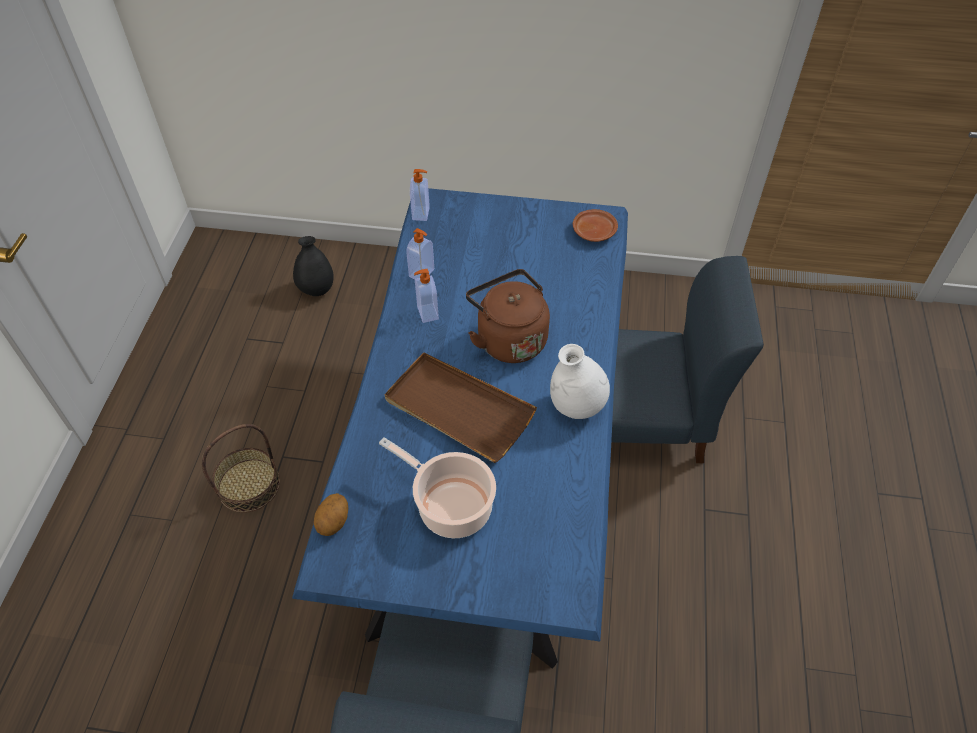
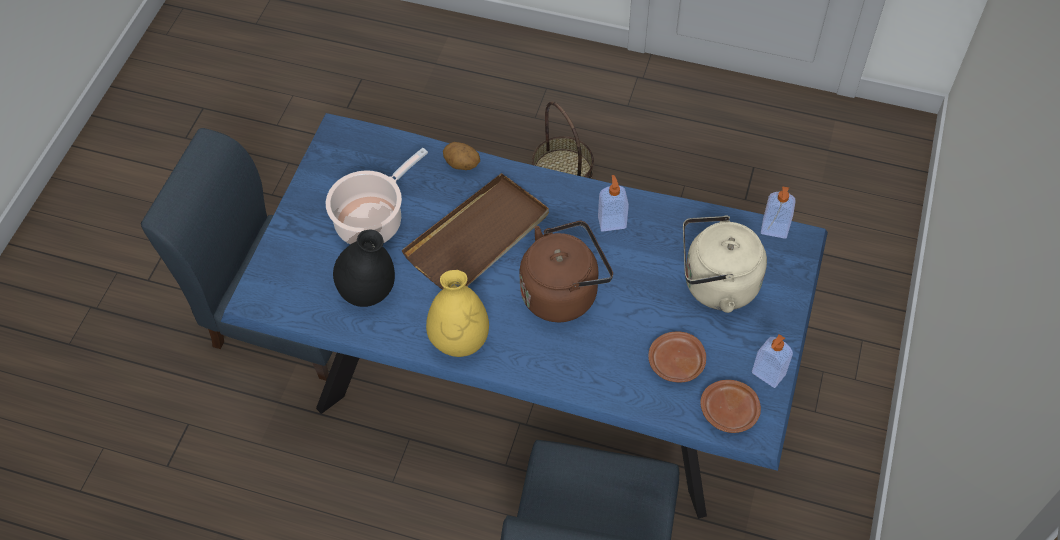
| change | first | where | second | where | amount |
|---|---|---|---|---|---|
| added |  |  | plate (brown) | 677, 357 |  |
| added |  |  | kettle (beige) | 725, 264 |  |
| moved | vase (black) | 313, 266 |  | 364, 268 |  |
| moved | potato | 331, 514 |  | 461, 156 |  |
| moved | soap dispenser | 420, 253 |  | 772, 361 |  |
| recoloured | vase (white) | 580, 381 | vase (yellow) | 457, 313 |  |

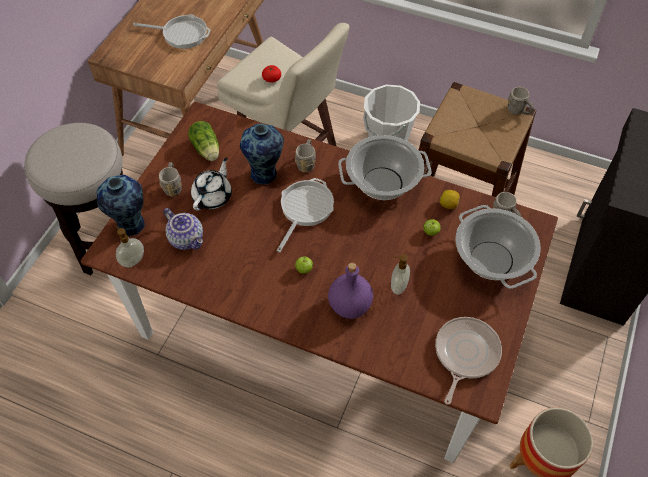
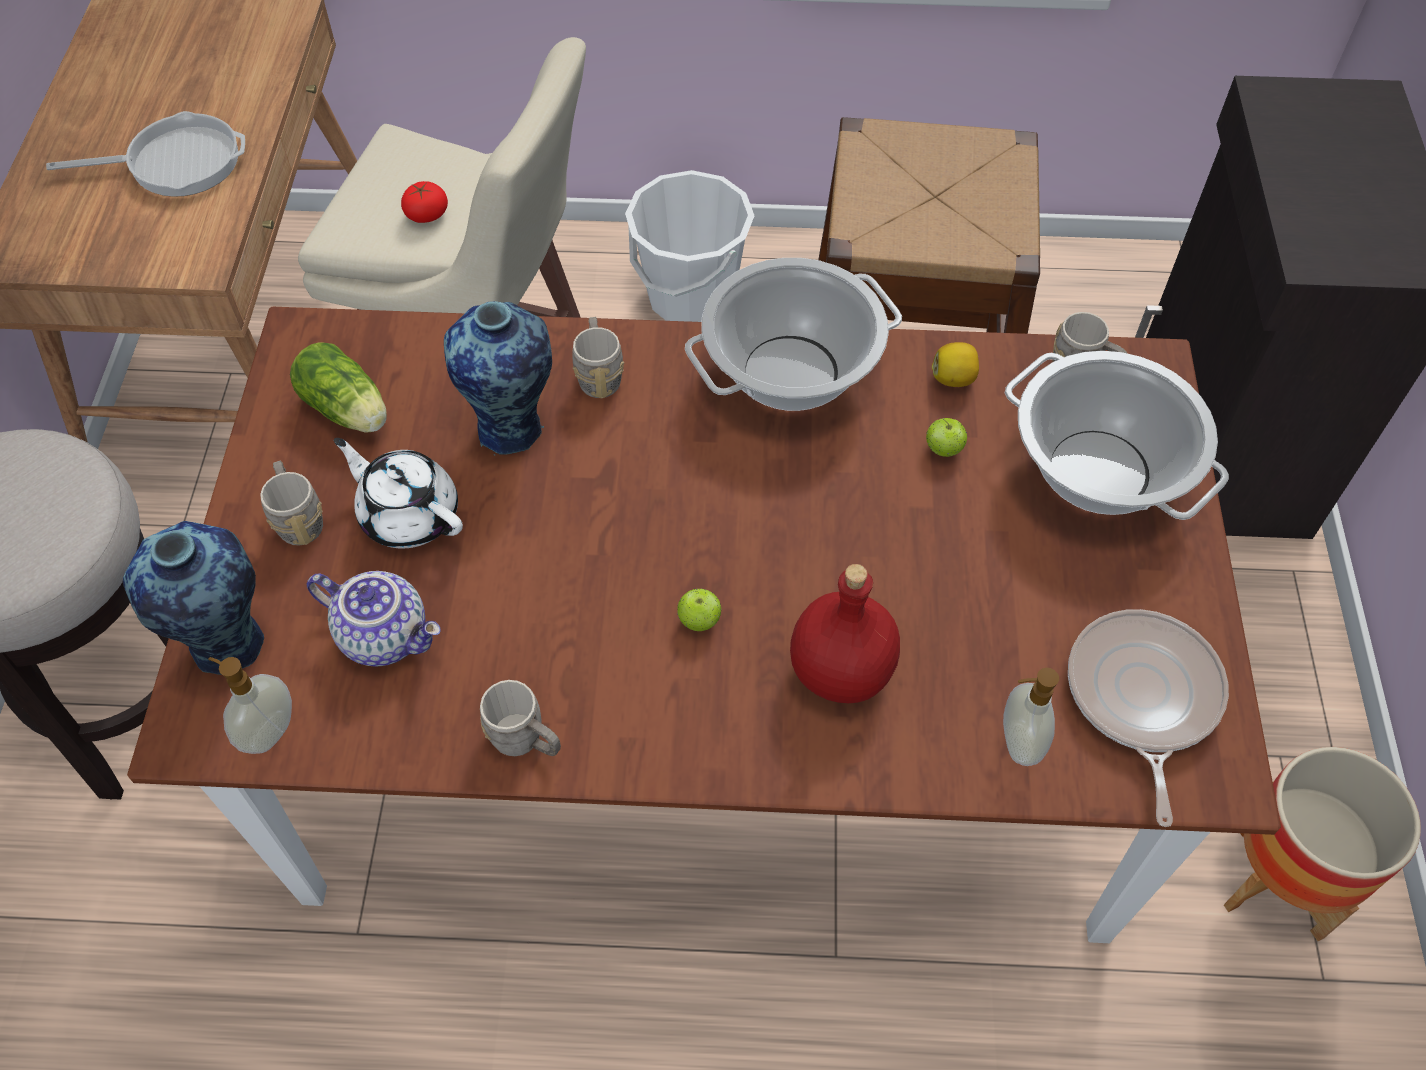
| change | first | where | second | where | amount |
|---|---|---|---|---|---|
| removed | frying pan | 305, 215 |  |  |  |
| moved | soap dispenser | 400, 274 |  | 1031, 717 |  |
| moved | mug (grey) | 521, 101 |  | 520, 718 |  |
| recoloured | bottle (purple) | 350, 290 | bottle (red) | 845, 633 |  |
| turned | teapot (white) | 211, 183 |  | 398, 493 | 60 degrees counterclockwise |

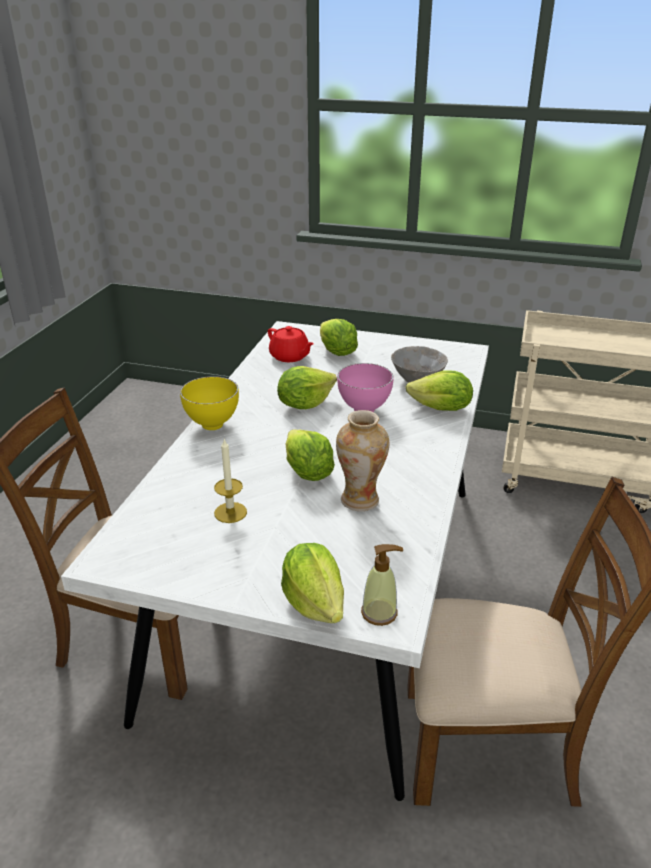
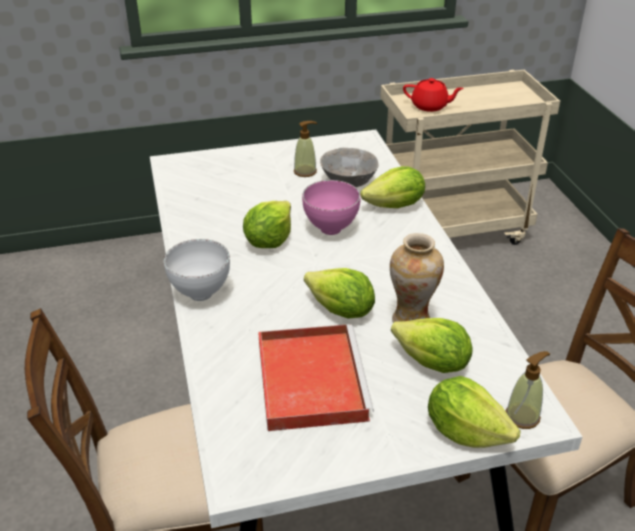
| change | first | where | second | where | amount |
|---|---|---|---|---|---|
| added |  |  | soap dispenser | 305, 149 |  |
| moved | teapot (red) | 291, 344 |  | 433, 95 |  |
| moved | lettuce | 339, 337 |  | 431, 345 |  |
| replaced | candle | 230, 481 | tray (red) | 316, 377 |  |
| recoloured | bowl (yellow) | 209, 403 | bowl (white) | 197, 270 |  |

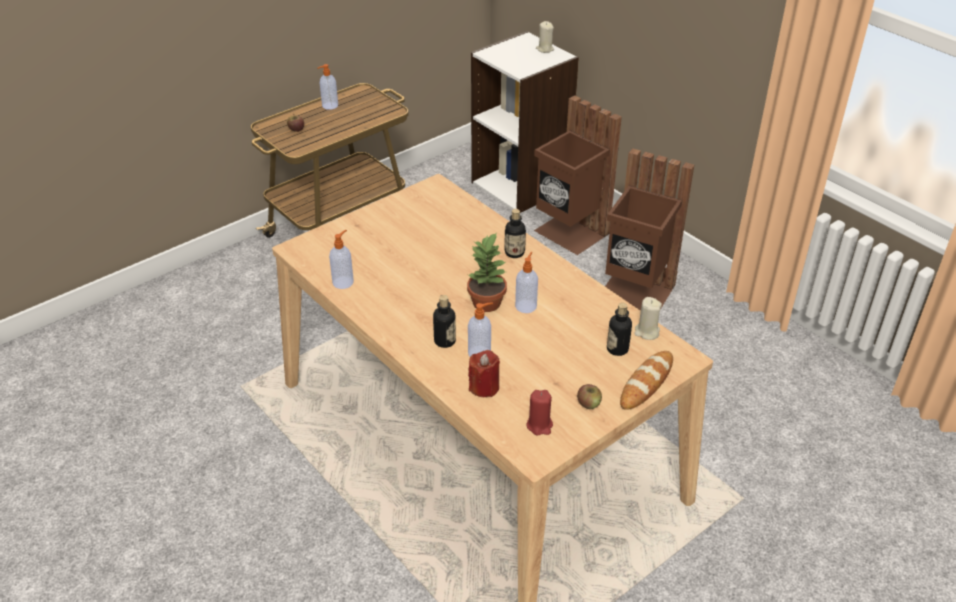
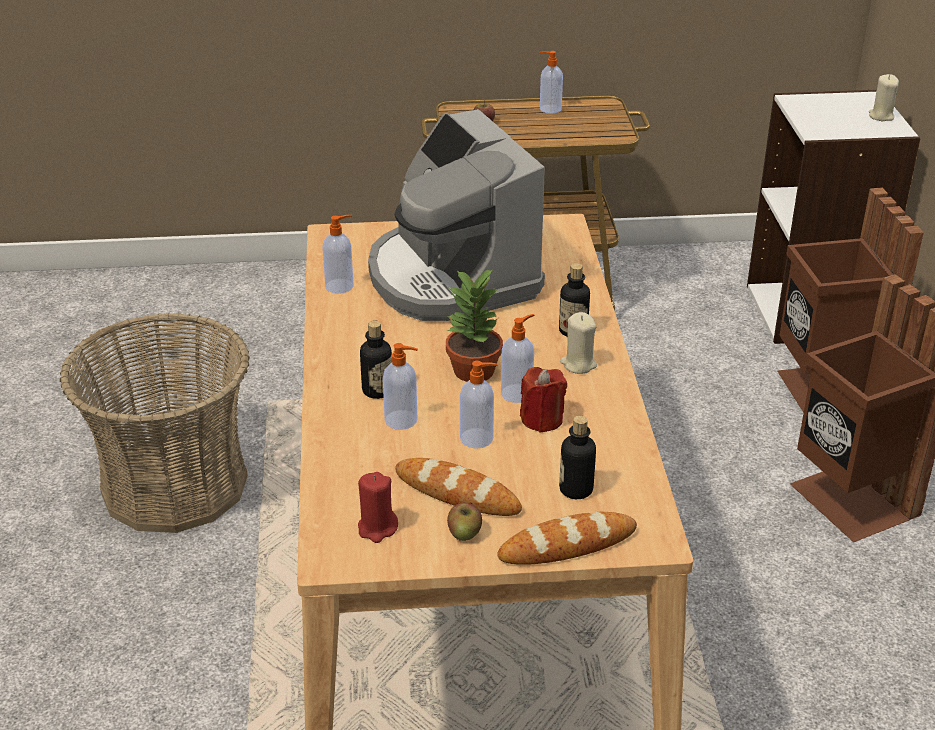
| change | first | where | second | where | amount |
|---|---|---|---|---|---|
| added |  |  | basket | 155, 423 |  |
| added |  |  | coffee machine | 456, 215 |  |
| added |  |  | bread | 458, 487 |  |
| added |  |  | soap dispenser | 479, 405 |  |
| moved | candle (red) | 484, 373 |  | 543, 400 |  |
| moved | candle (beige) | 648, 318 |  | 578, 343 |  |

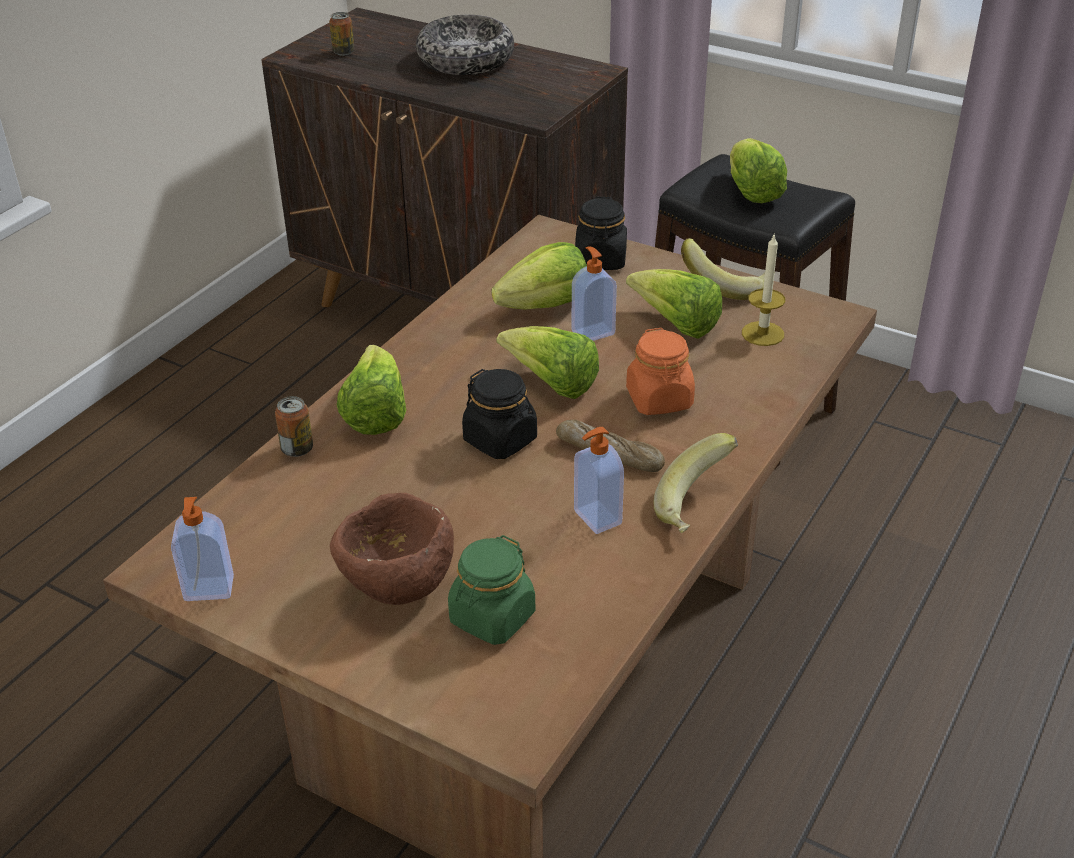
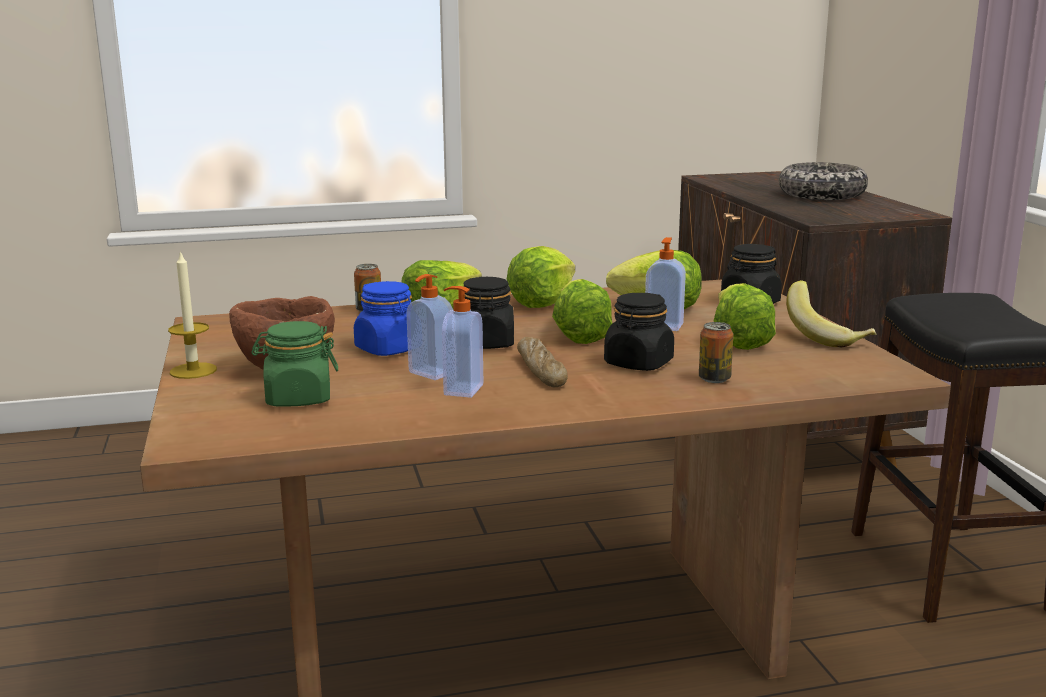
| change | first | where | second | where | amount |
|---|---|---|---|---|---|
| removed | banana | 696, 483 |  |  |  |
| added |  |  | jar (blue) | 383, 318 |  |
| moved | soap dispenser | 202, 549 |  | 429, 327 |  |
| moved | can | 341, 34 |  | 716, 352 |  |
| moved | lettuce | 758, 170 |  | 541, 277 |  |
| moved | candle | 763, 290 |  | 192, 314 |  |
| recoloured | jar (orange) | 660, 371 | jar (black) | 639, 332 |  |

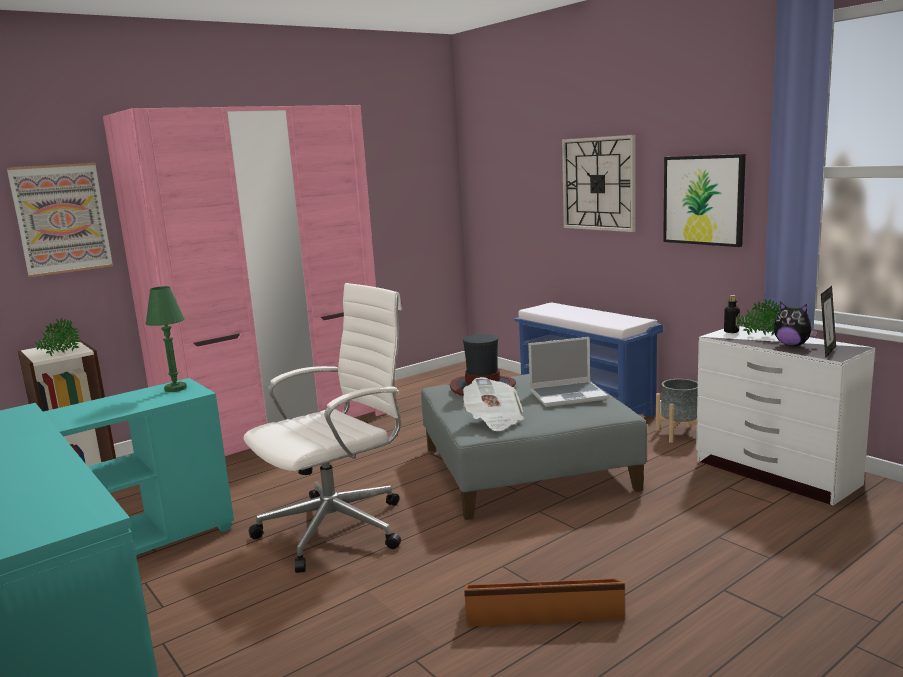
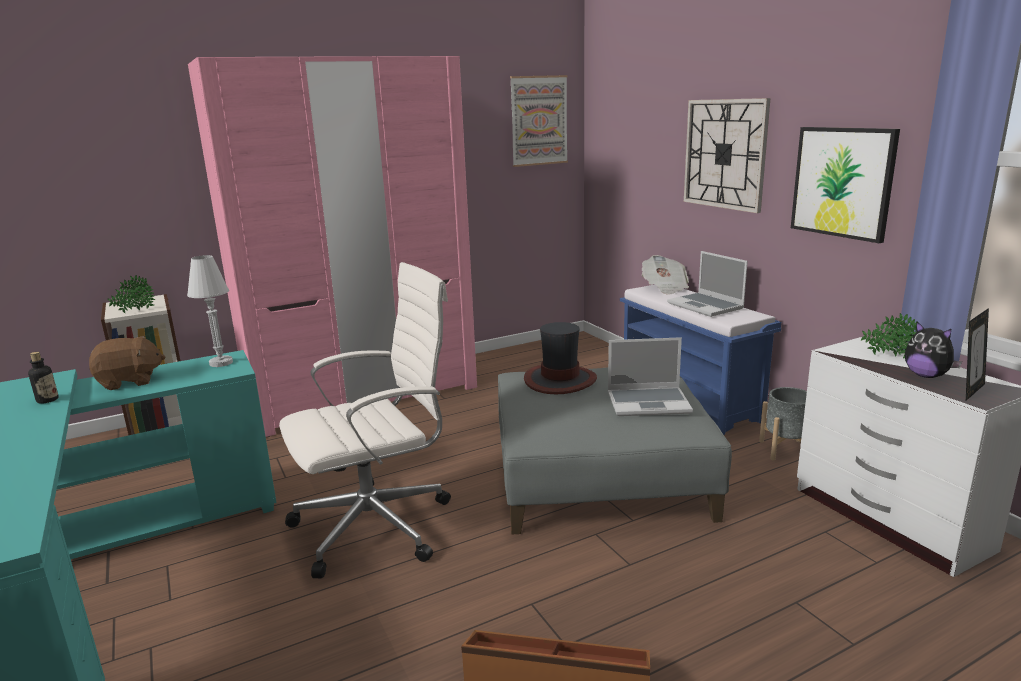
| change | first | where | second | where | amount |
|---|---|---|---|---|---|
| added |  |  | plush toy (brown) | 127, 363 |  |
| added |  |  | laptop | 707, 284 |  |
| moved | picture | 60, 220 |  | 539, 121 |  |
| moved | newspaper | 493, 404 |  | 665, 275 |  |
| moved | bottle | 732, 314 |  | 43, 378 |  |
| recoloured | table lamp (green) | 166, 339 | table lamp (white) | 210, 311 |  |

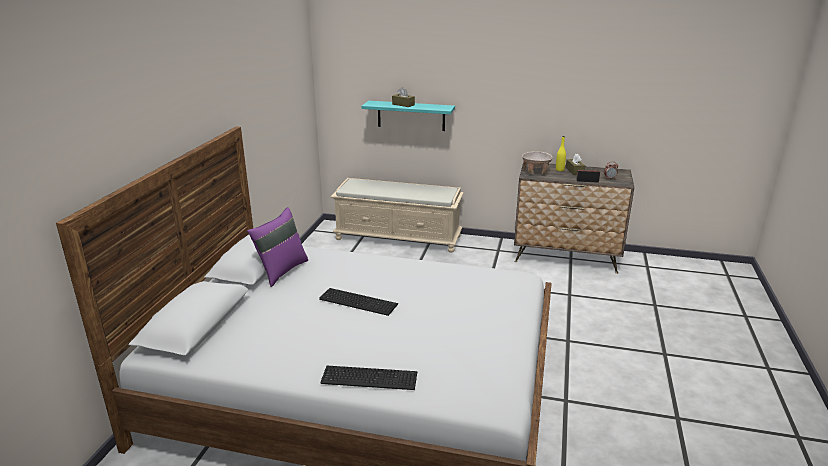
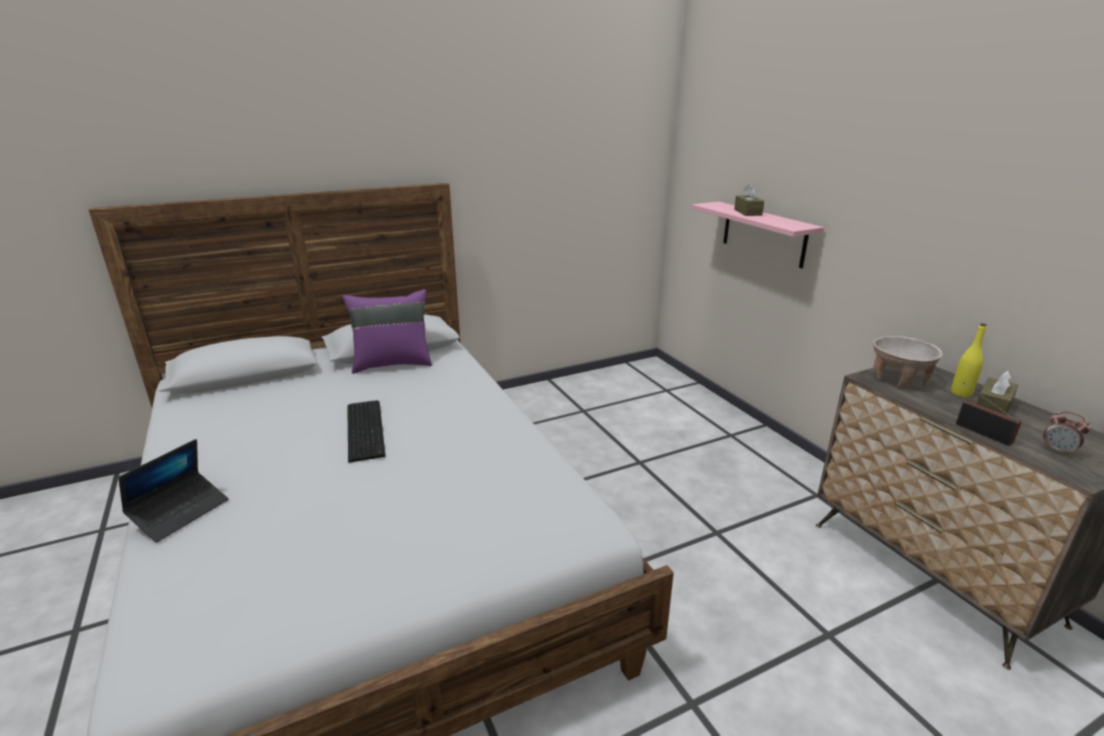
| change | first | where | second | where | amount |
|---|---|---|---|---|---|
| removed | bench (beige) | 397, 215 |  |  |  |
| replaced | keyboard | 369, 378 | laptop | 173, 490 |  |
| recoloured | shelf (turquoise) | 408, 116 | shelf (pink) | 758, 235 |  |

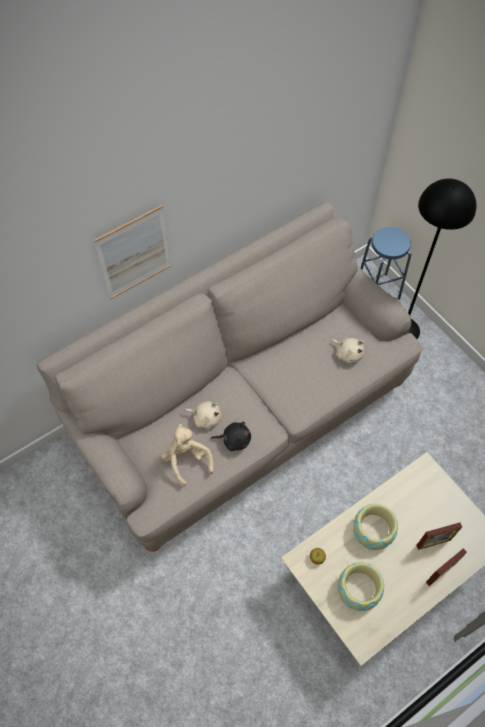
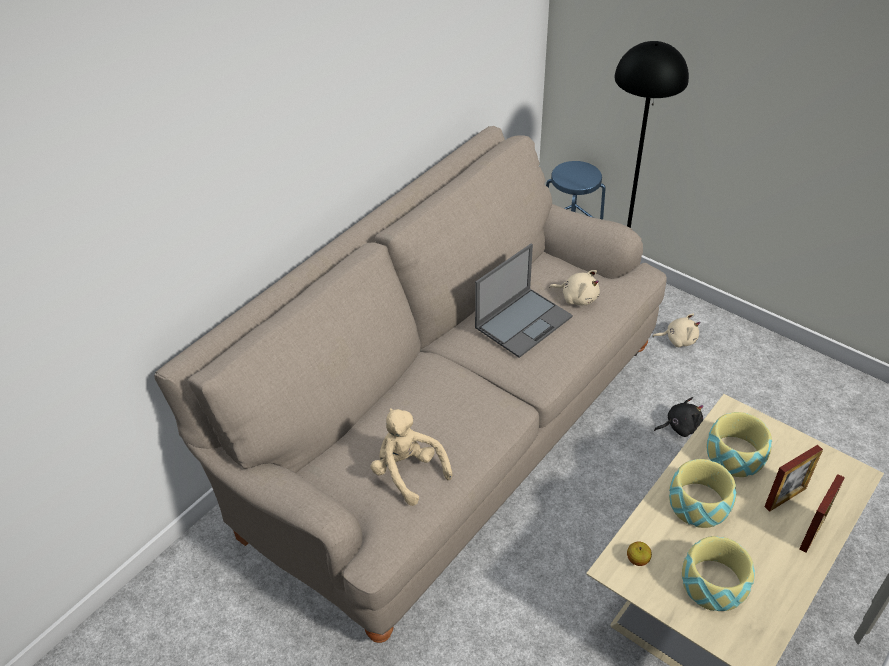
| change | first | where | second | where | amount |
|---|---|---|---|---|---|
| removed | picture | 132, 252 |  |  |  |
| added |  |  | laptop | 524, 300 |  |
| added |  |  | bowl | 739, 444 |  |
| moved | plush toy (beige) | 202, 415 |  | 676, 330 |  |
| moved | plush toy (black) | 231, 436 |  | 678, 417 |  |

